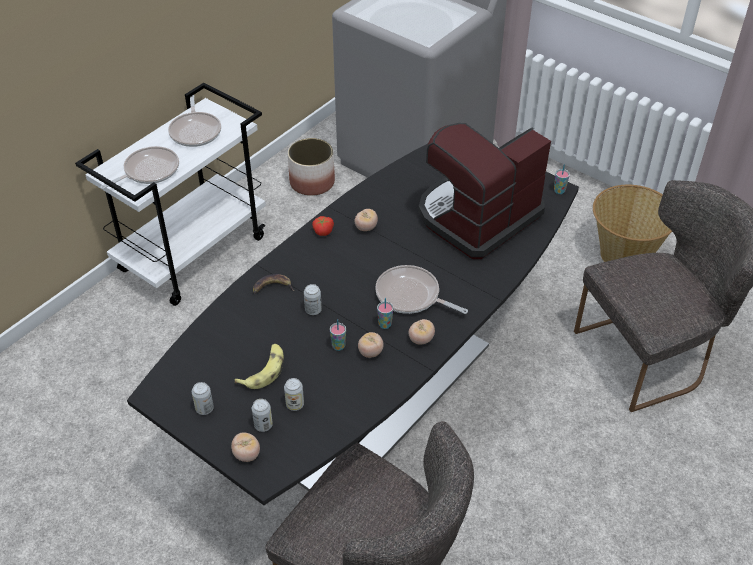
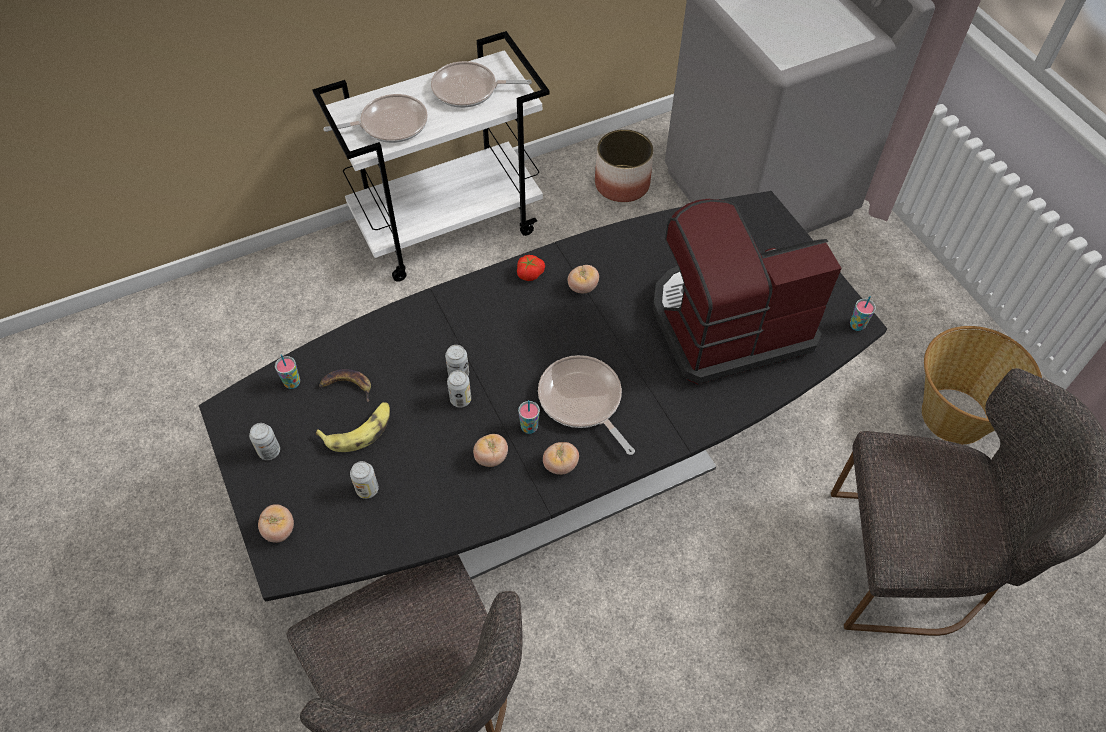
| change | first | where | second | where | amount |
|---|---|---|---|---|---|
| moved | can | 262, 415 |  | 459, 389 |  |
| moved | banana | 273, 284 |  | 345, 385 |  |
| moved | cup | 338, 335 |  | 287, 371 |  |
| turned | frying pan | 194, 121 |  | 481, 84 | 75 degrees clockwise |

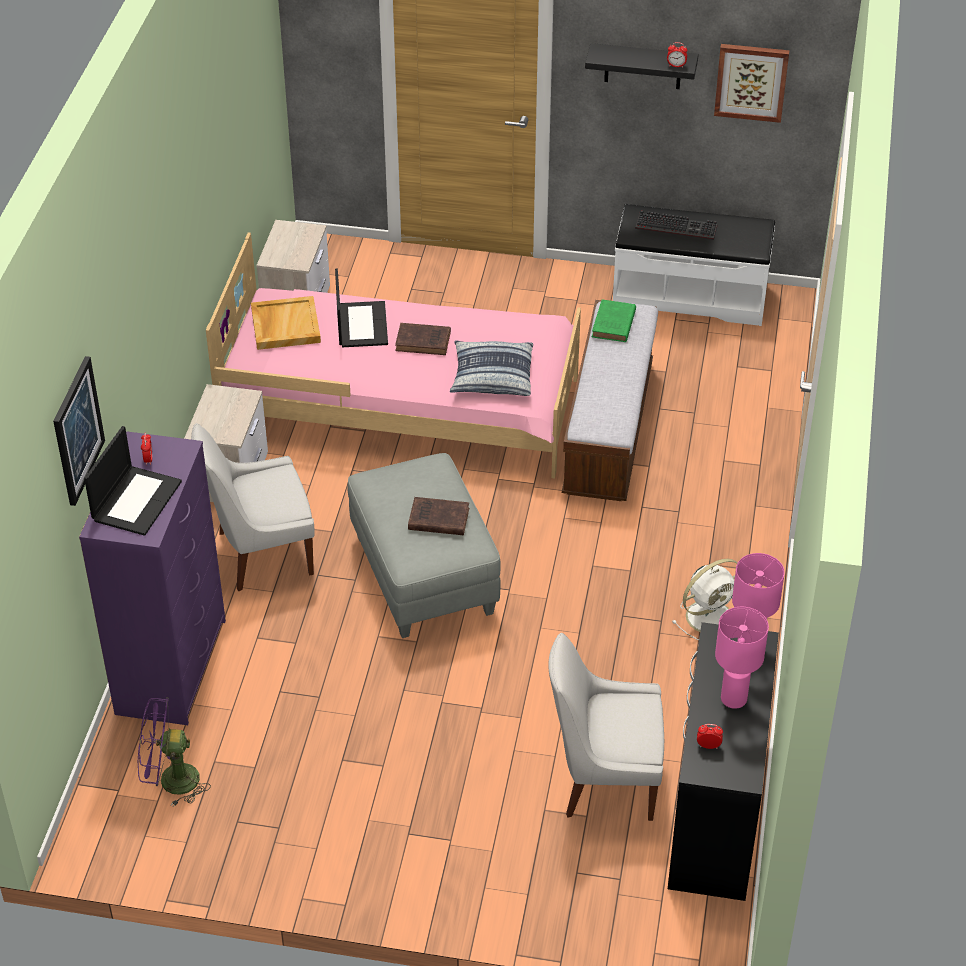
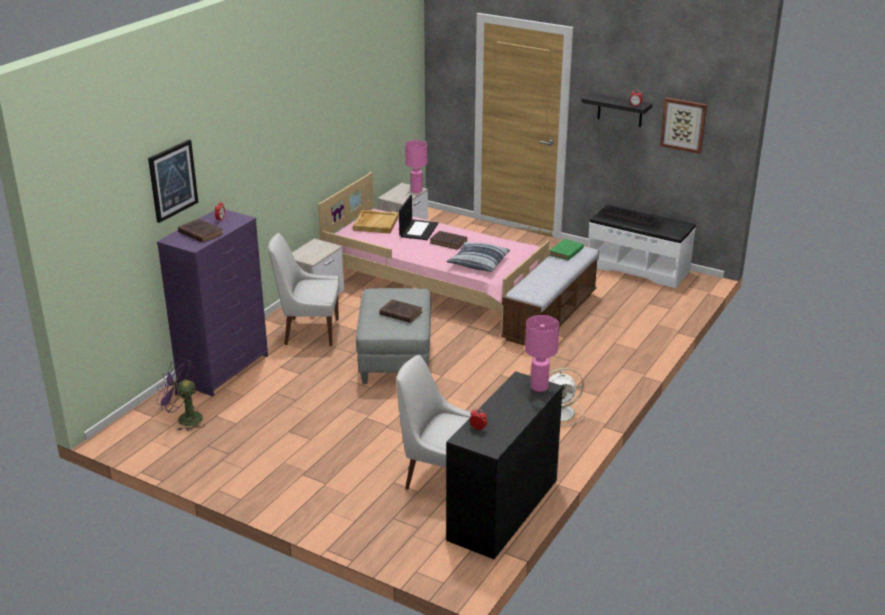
| change | first | where | second | where | amount |
|---|---|---|---|---|---|
| moved | table lamp (pink) | 742, 658 |  | 416, 166 |  |
| replaced | laptop | 133, 481 | book (brown) | 200, 231 |  |

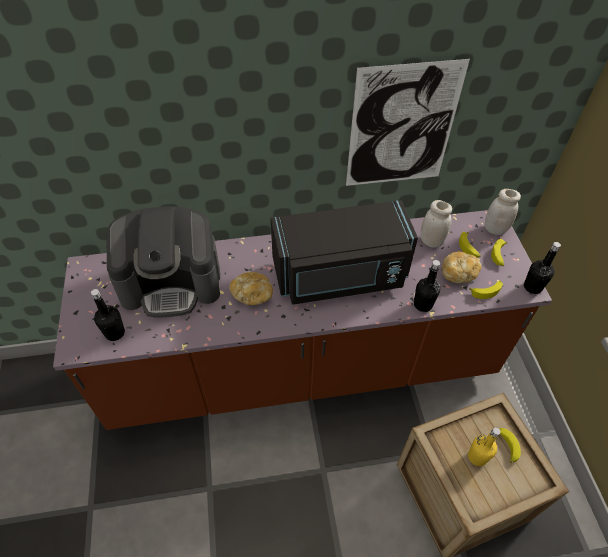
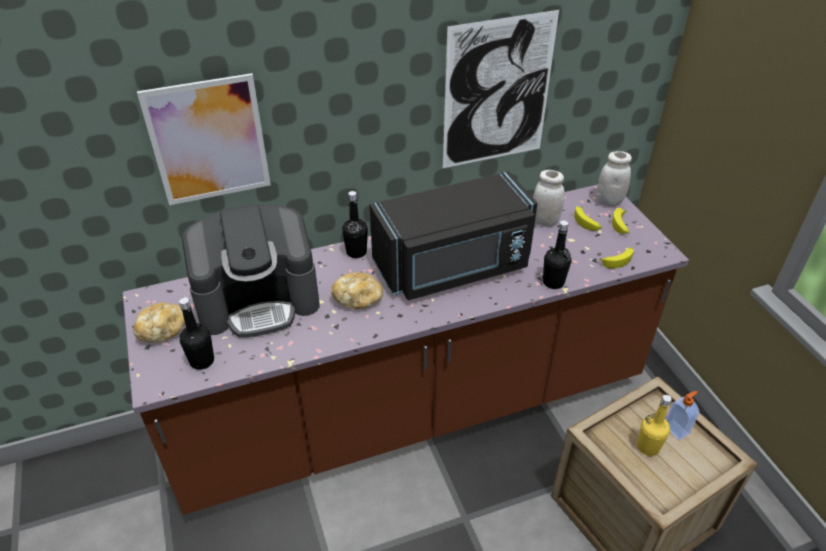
| change | first | where | second | where | amount |
|---|---|---|---|---|---|
| added |  |  | picture | 204, 139 |  |
| moved | bread | 462, 267 |  | 159, 322 |  |
| moved | bottle (black) | 542, 268 |  | 355, 224 |  |
| replaced | banana | 510, 445 | soap dispenser | 682, 416 |  |

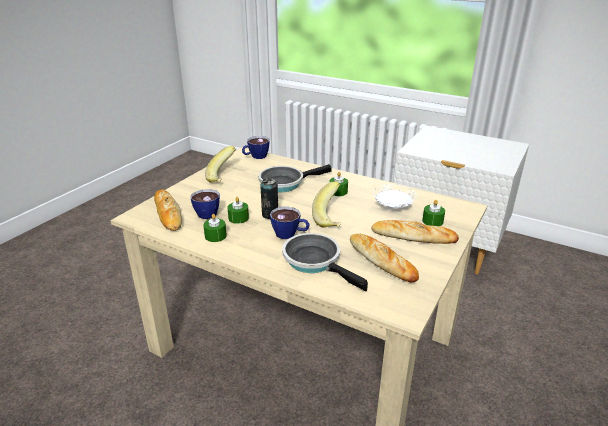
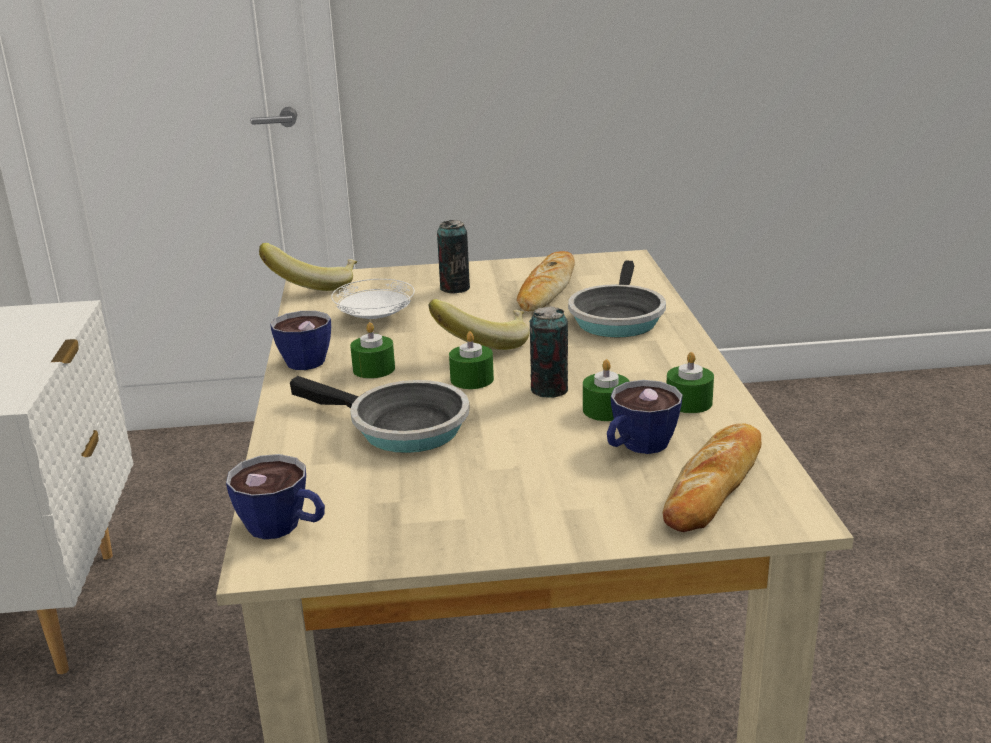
| change | first | where | second | where | amount |
|---|---|---|---|---|---|
| moved | banana | 220, 164 |  | 308, 267 |  |
| moved | cup | 290, 222 |  | 300, 340 |  |
| moved | candle (green) | 433, 213 |  | 471, 360 |  |
| replaced | bread | 415, 232 | can | 453, 257 |  |

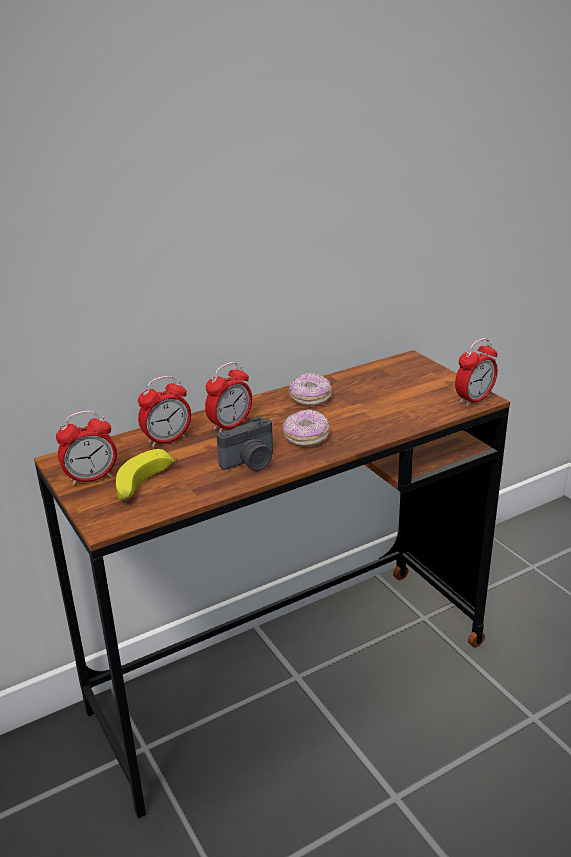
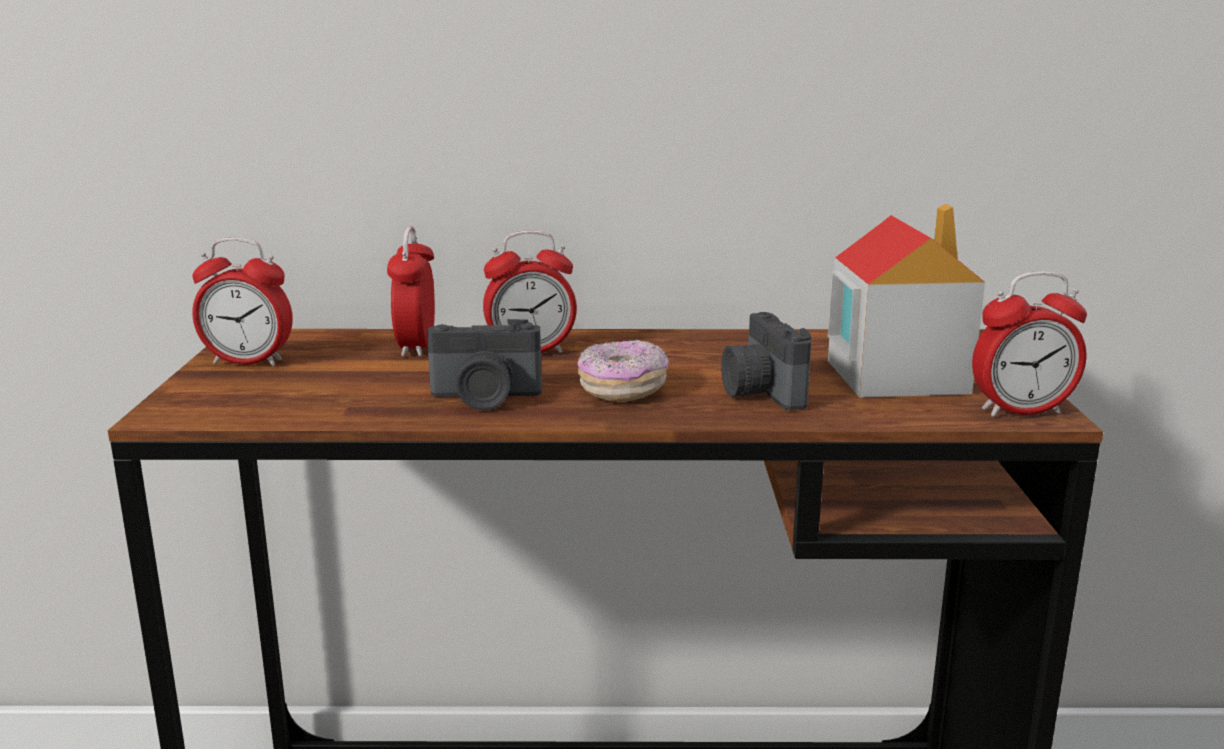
| change | first | where | second | where | amount |
|---|---|---|---|---|---|
| removed | banana | 146, 474 |  |  |  |
| removed | donut | 310, 389 |  |  |  |
| added |  |  | photo camera | 766, 361 |  |
| added |  |  | toy house | 906, 301 |  |
| turned | alarm clock | 164, 411 |  | 411, 291 | 90 degrees clockwise |

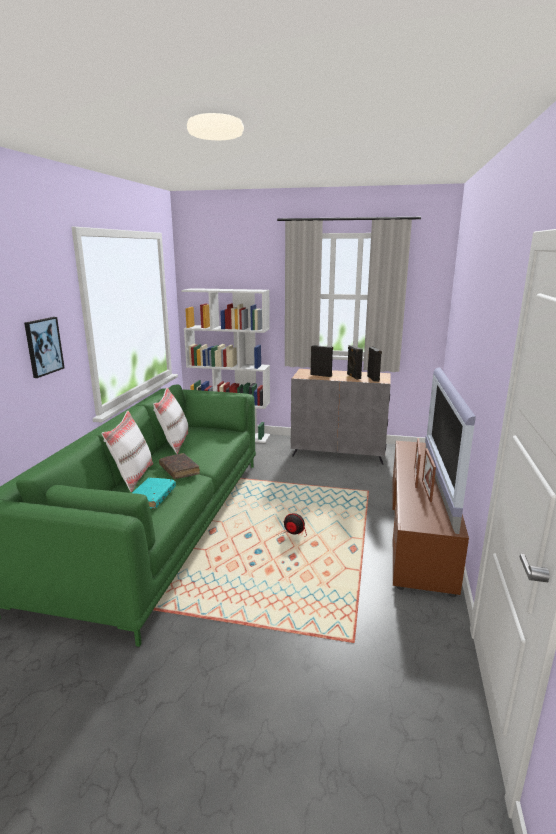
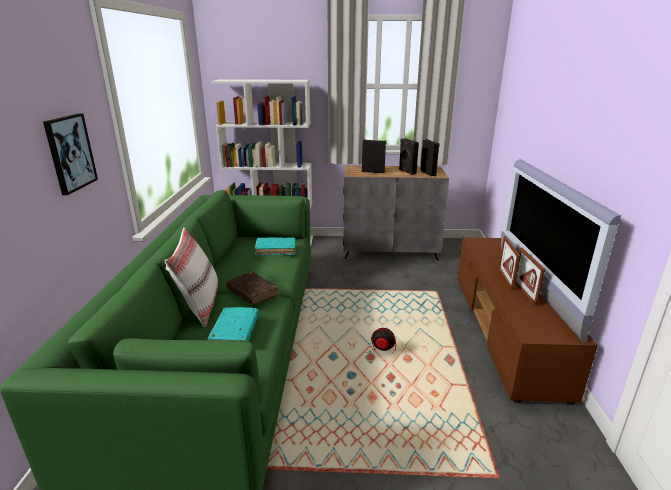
| change | first | where | second | where | amount |
|---|---|---|---|---|---|
| removed | pillow (white) | 170, 420 |  |  |  |
| added |  |  | book (turquoise) | 275, 247 |  |

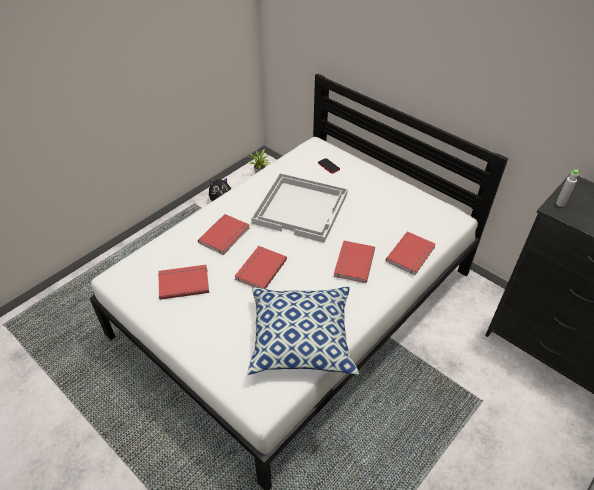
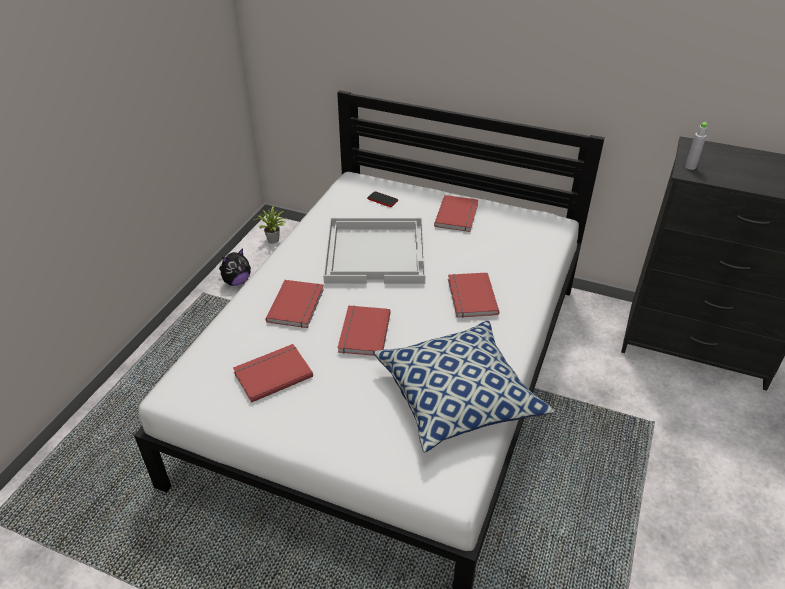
| change | first | where | second | where | amount |
|---|---|---|---|---|---|
| moved | book (red) | 411, 253 |  | 456, 213 |  |

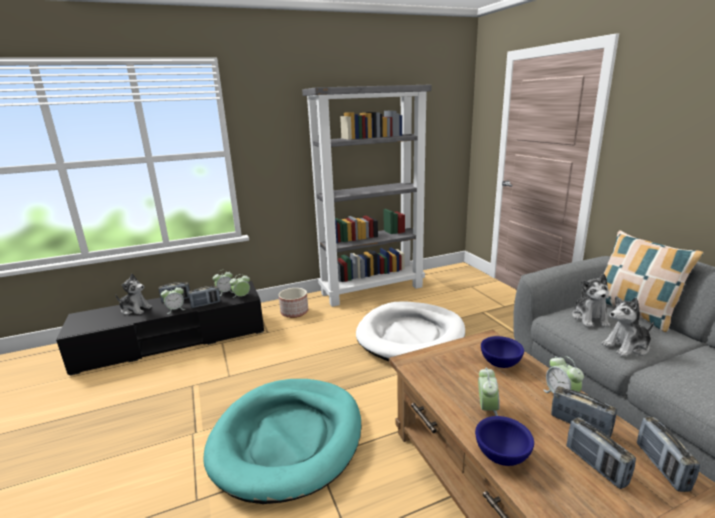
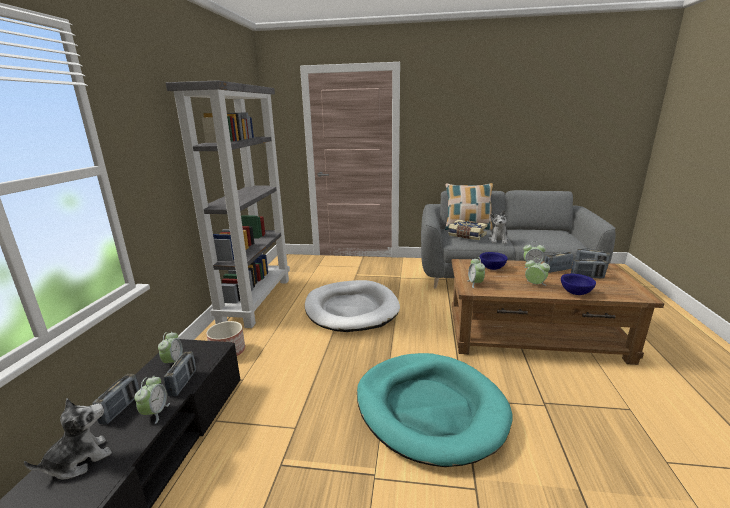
| change | first | where | second | where | amount |
|---|---|---|---|---|---|
| moved | alarm clock | 240, 286 |  | 476, 272 |  |
| replaced | plush toy | 591, 300 | book | 468, 230 |  |

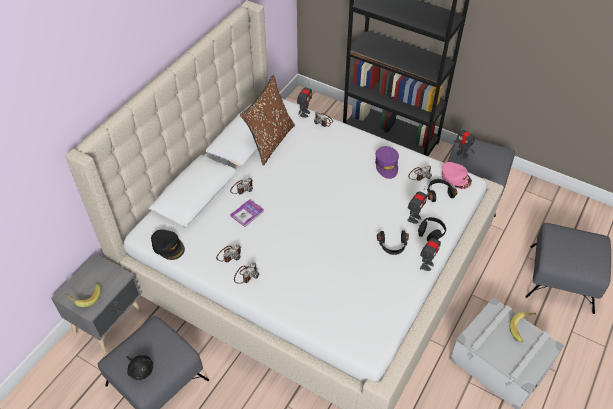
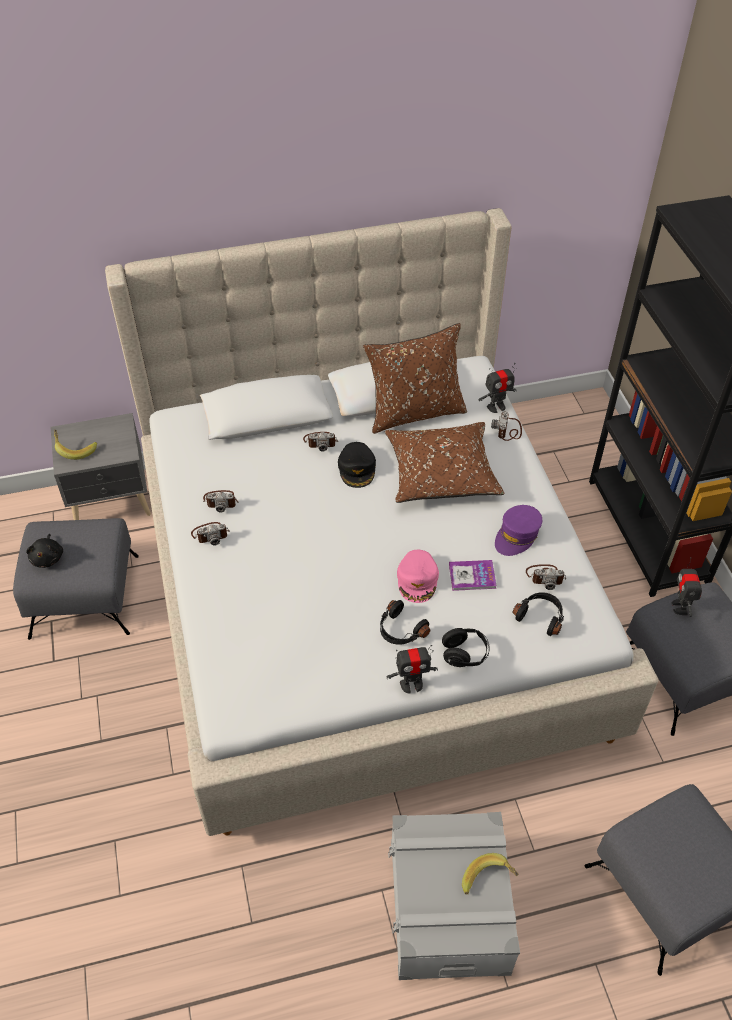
| change | first | where | second | where | amount |
|---|---|---|---|---|---|
| removed | toy robot | 417, 205 |  |  |  |
| added |  |  | pillow (brown) | 444, 462 |  |
| moved | cap (black) | 168, 244 |  | 357, 465 |  |
| moved | book | 247, 213 |  | 473, 575 |  |
| moved | cap (pink) | 457, 175 |  | 418, 576 |  |

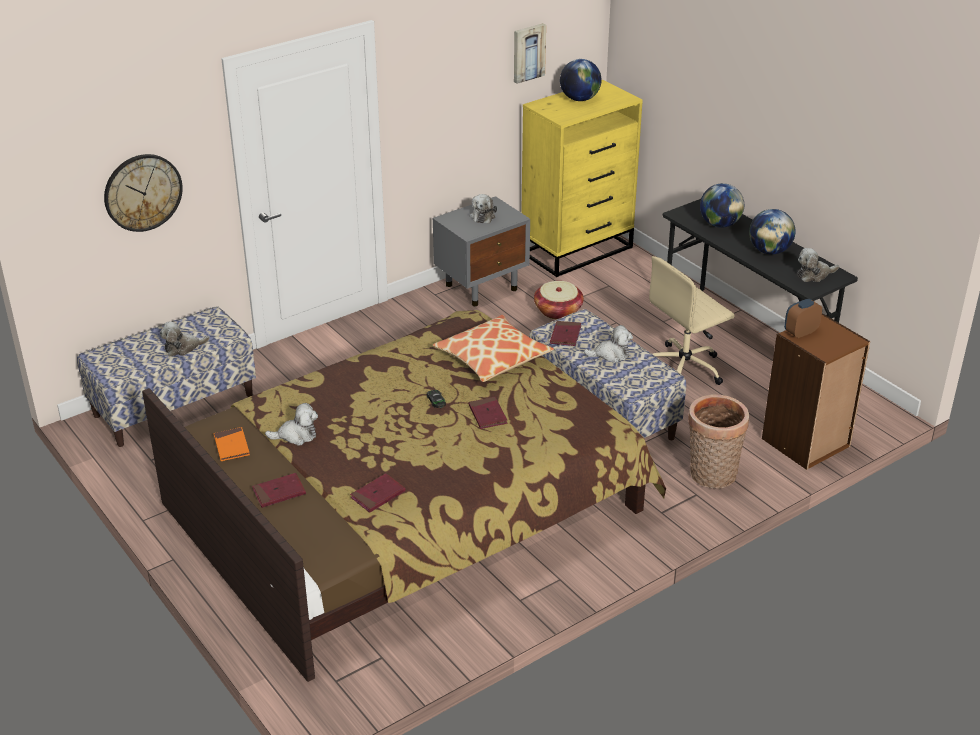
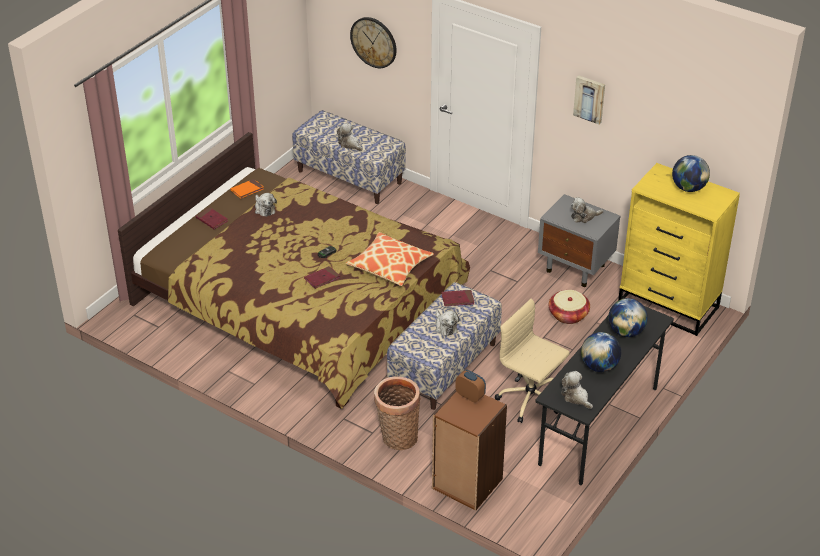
| change | first | where | second | where | amount |
|---|---|---|---|---|---|
| removed | book (red) | 378, 493 |  |  |  |
| moved | picture | 530, 53 |  | 589, 100 |  |

